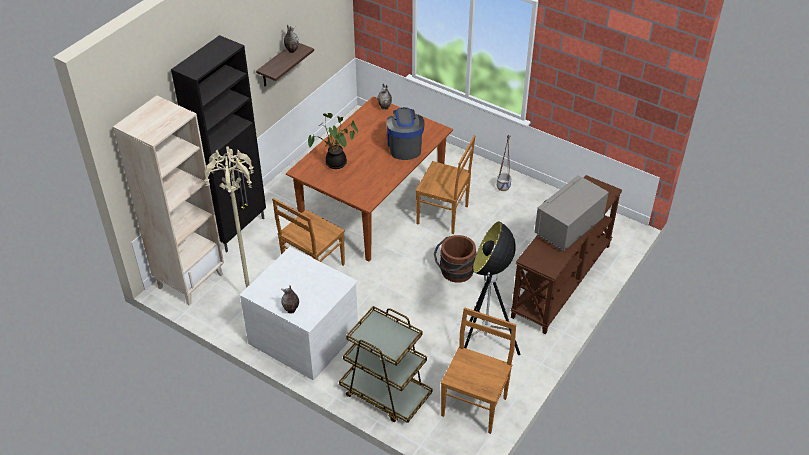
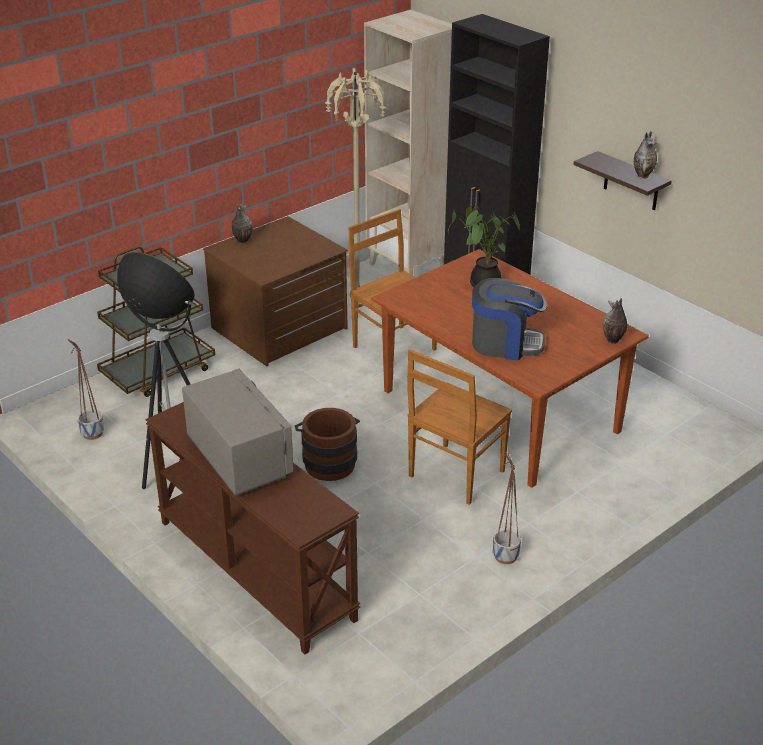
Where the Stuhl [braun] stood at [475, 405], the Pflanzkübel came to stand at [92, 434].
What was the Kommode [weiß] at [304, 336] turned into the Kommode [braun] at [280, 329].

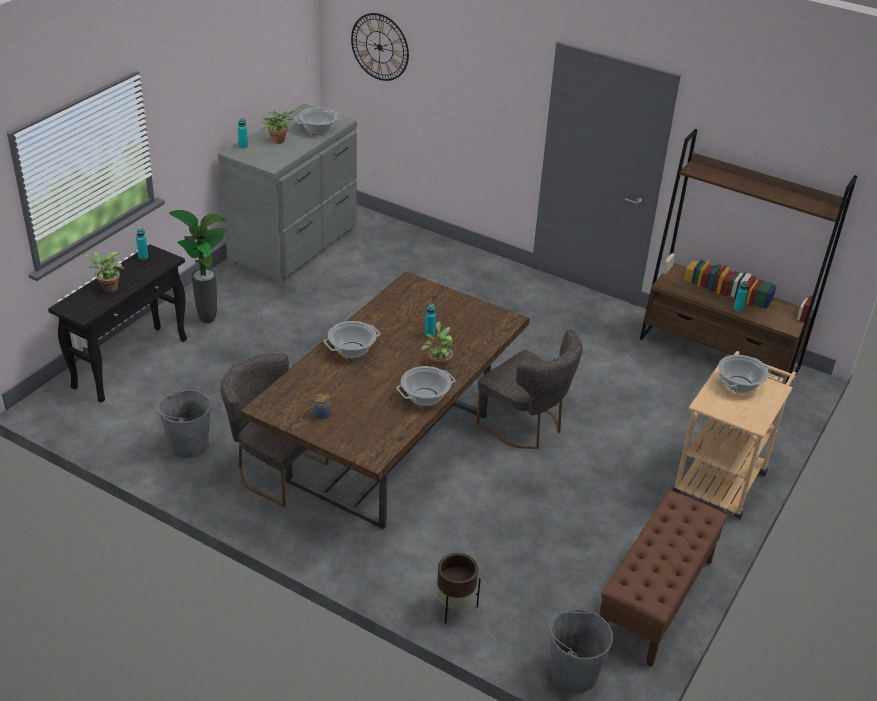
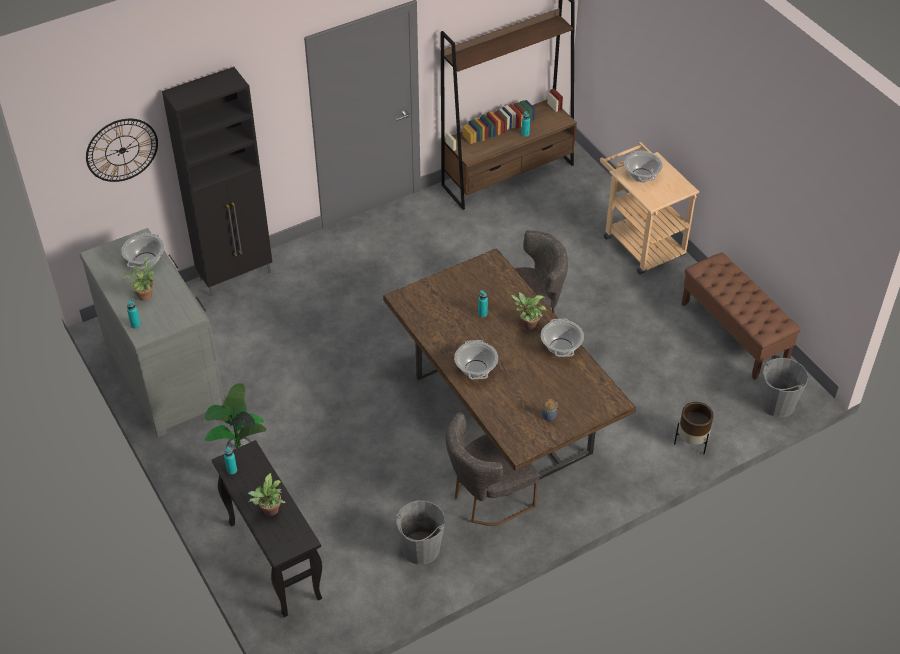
The second view gained the Schrank [schwarz] at [236, 276].

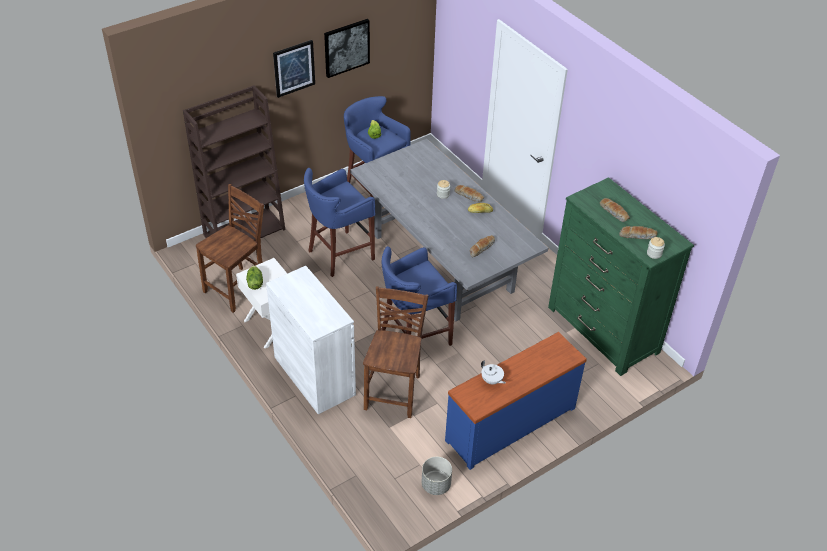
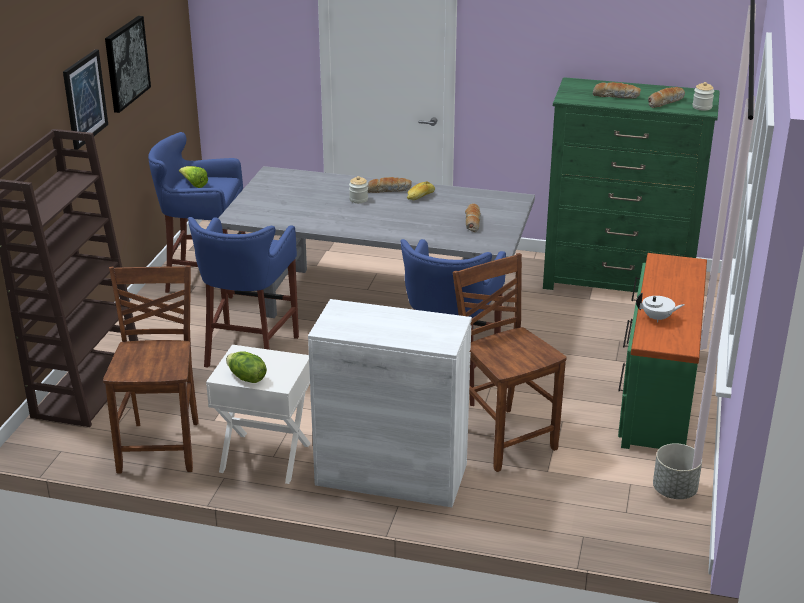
What was the Kommode [blau] at [509, 423] turned into the Kommode [grün] at [656, 396].

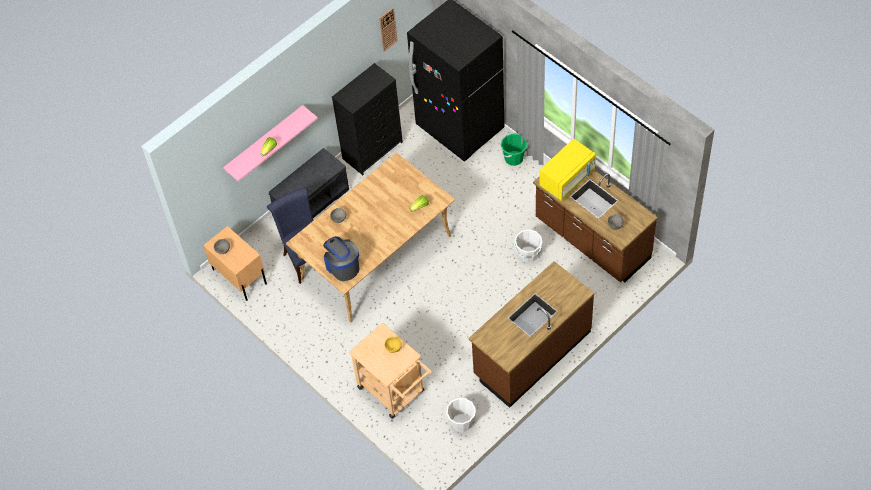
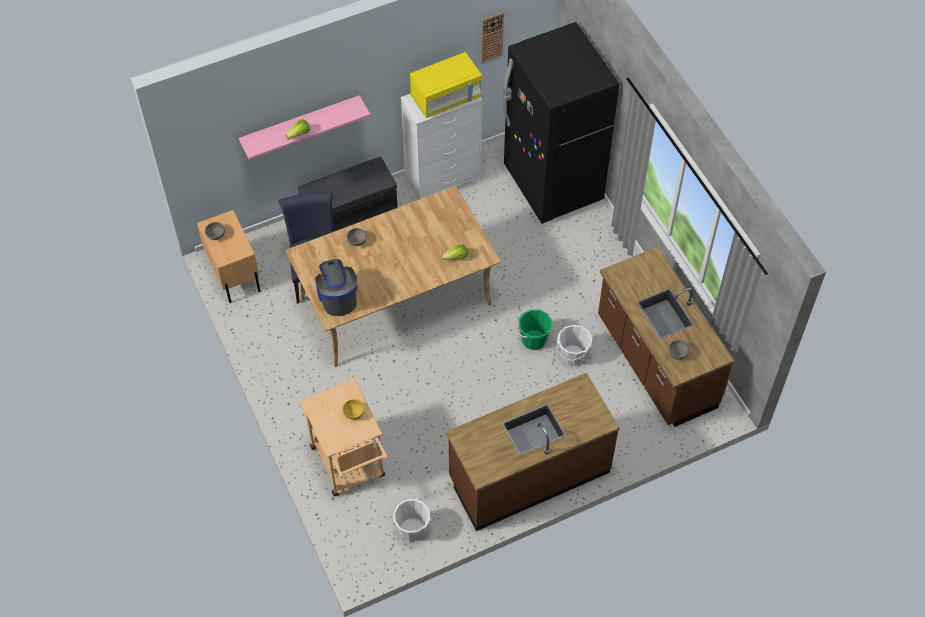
The Eimer [grün] ended up elsewhere, having gone from [513, 158] to [534, 340].
The Mikrowelle [gelb] ended up elsewhere, having gone from [567, 179] to [446, 98].
What was the Kommode [schwarz] at [373, 150] turned into the Kommode [weiß] at [443, 178].

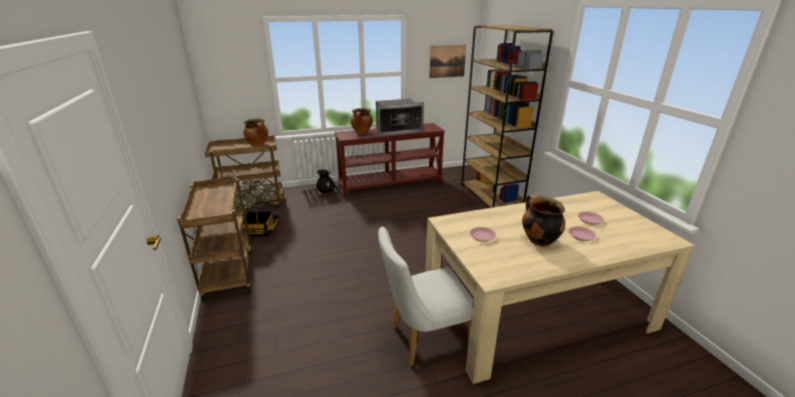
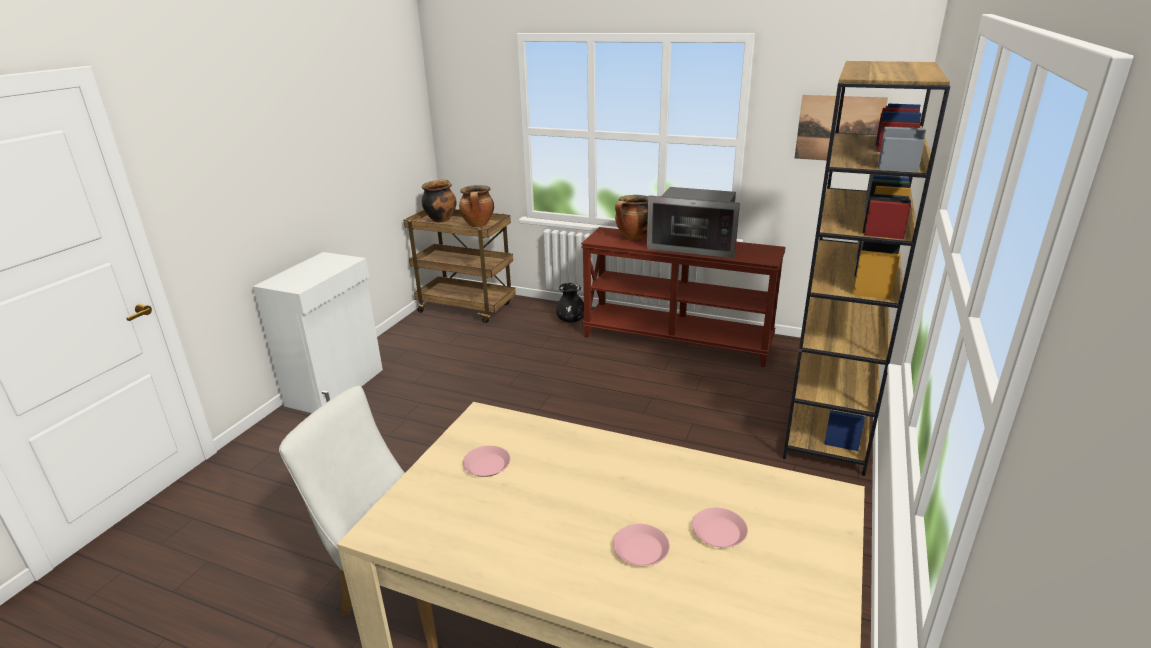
The second view lost the Topfpflanze at [259, 230].
The Kochtopf ended up elsewhere, having gone from [538, 240] to [441, 219].
Where the Rollwagen [braun] stood at [228, 273], the Schrank [weiß] came to stand at [337, 387].

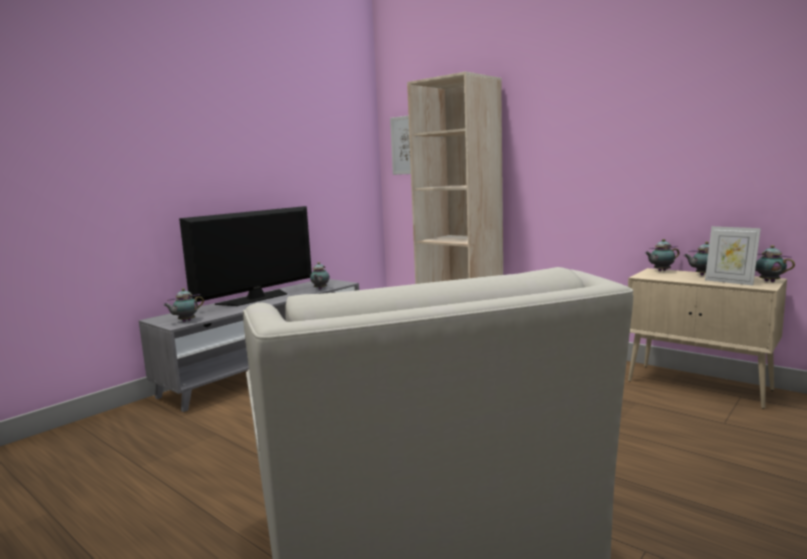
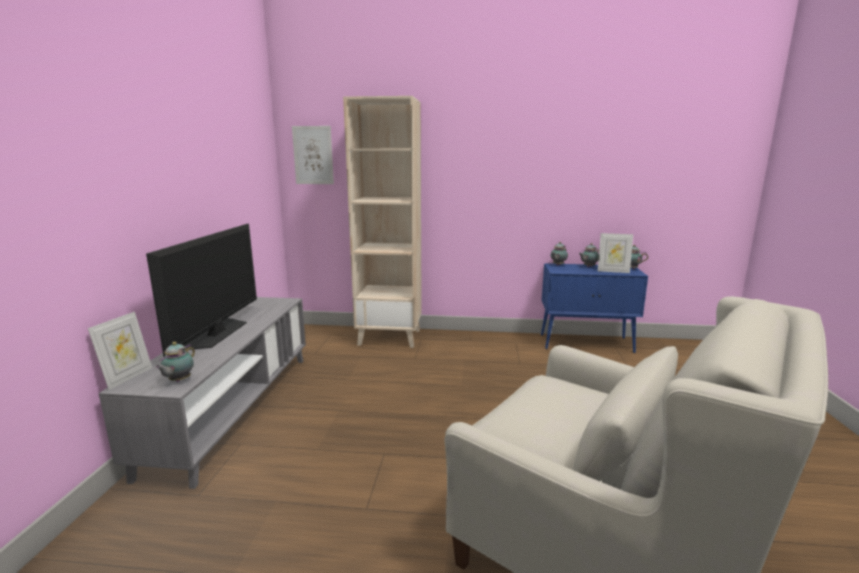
The second view lost the Teekanne at [320, 289].
The second view gained the Bilderrahmen at [127, 377].
What was the Schrank [beige] at [700, 385] turned into the Schrank [blau] at [586, 343].

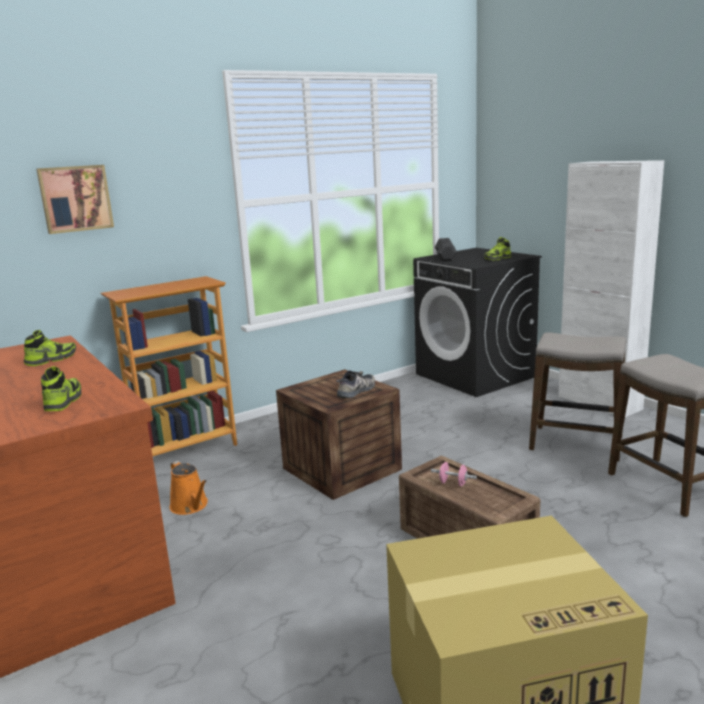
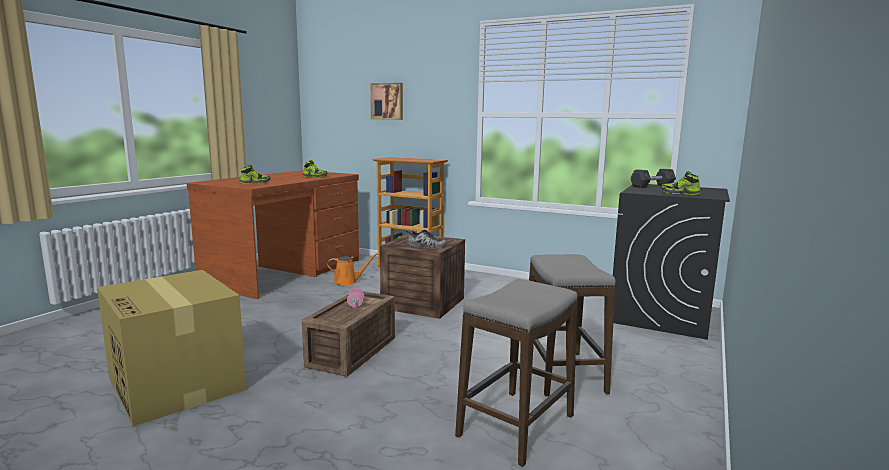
The second view lost the Schrank [weiß] at [599, 403].
The Gießkanne [orange] at [190, 506] ended up facing another way, 120 degrees counterclockwise from before.

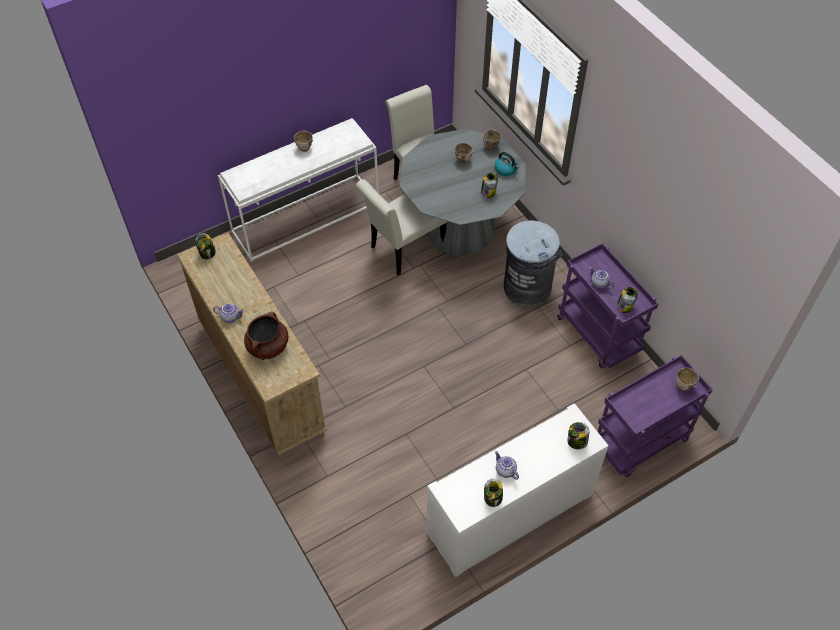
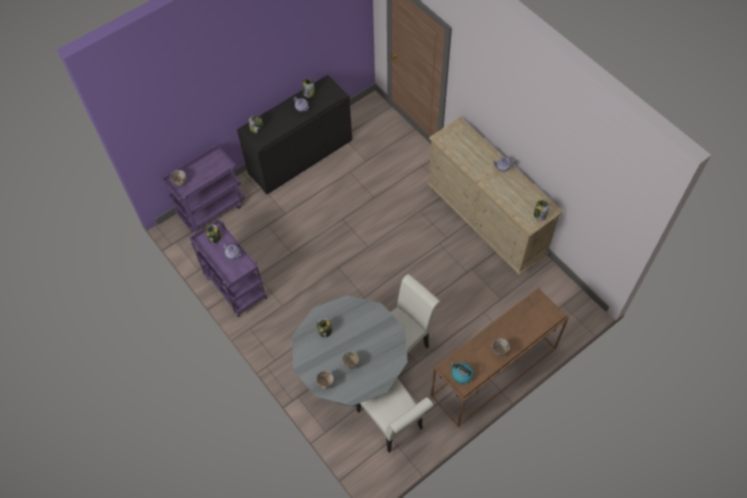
The second view lost the Kochtopf [braun] at [268, 347].
The second view lost the Mülleimer [grau] at [527, 287].
The Wasserkessel ended up elsewhere, having gone from [506, 169] to [461, 375].
What was the Konsolentisch [weiß] at [306, 216] turned into the Konsolentisch [braun] at [494, 373].
What was the Schrank [weiß] at [510, 514] turned into the Schrank [schwarz] at [300, 157].

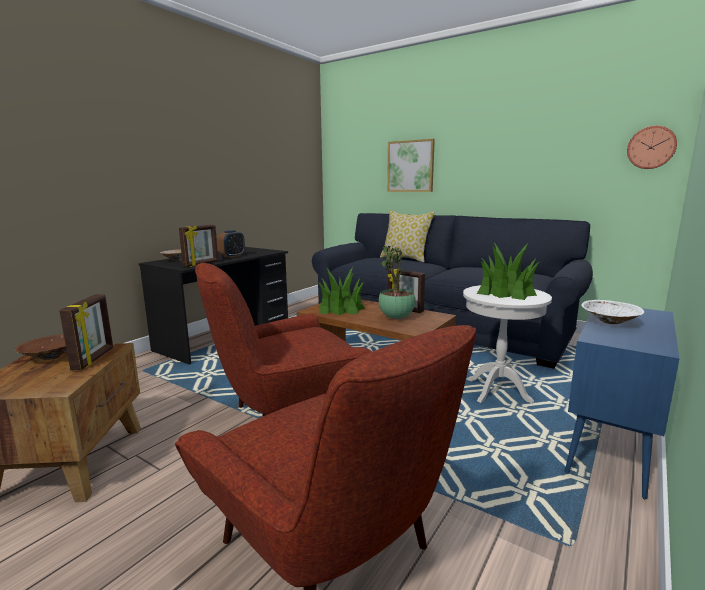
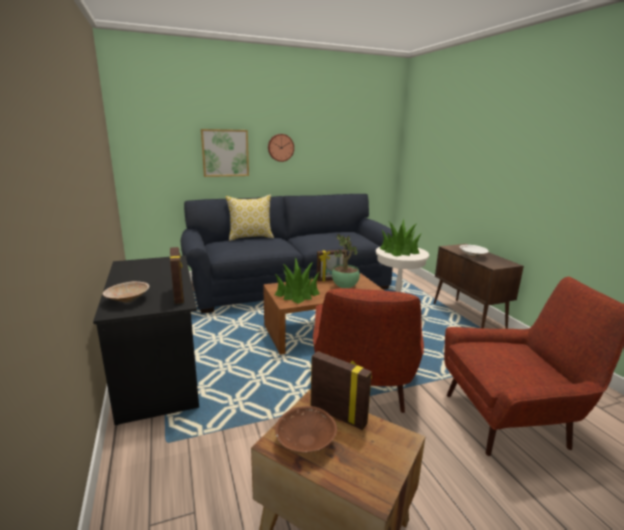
The second view lost the Wecker at [232, 256].
The Wanduhr ended up elsewhere, having gone from [651, 147] to [280, 147].
What was the Schrank [blau] at [610, 447] turned into the Schrank [braun] at [468, 316].

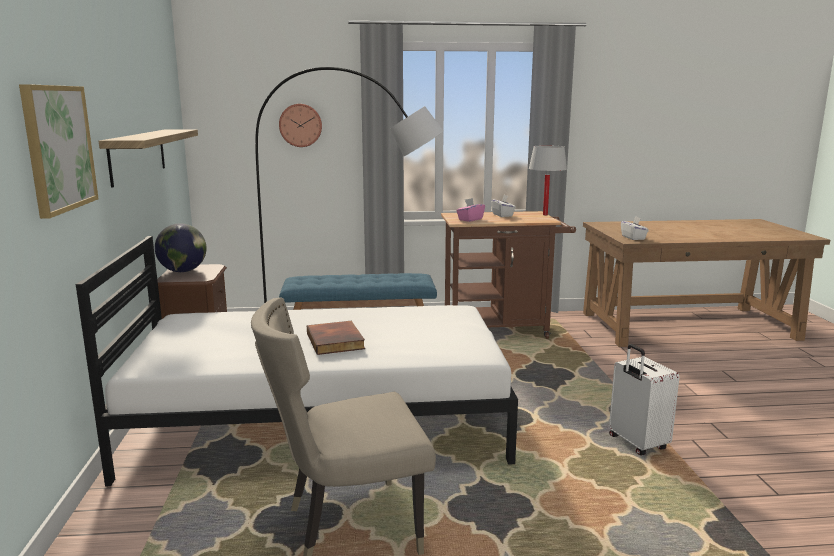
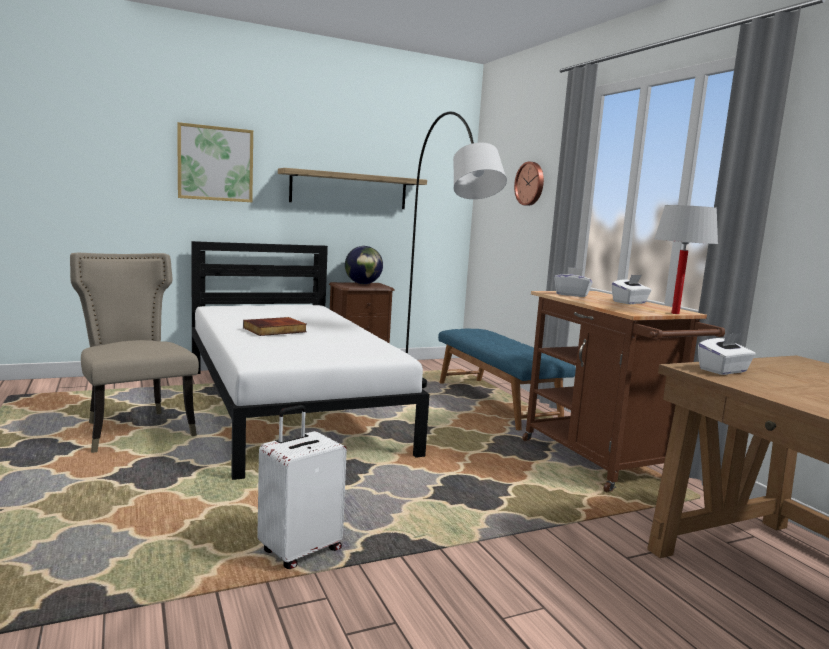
What was the Taschentuchbox [rosa] at [470, 219] turned into the Taschentuchbox [weiß] at [572, 295].

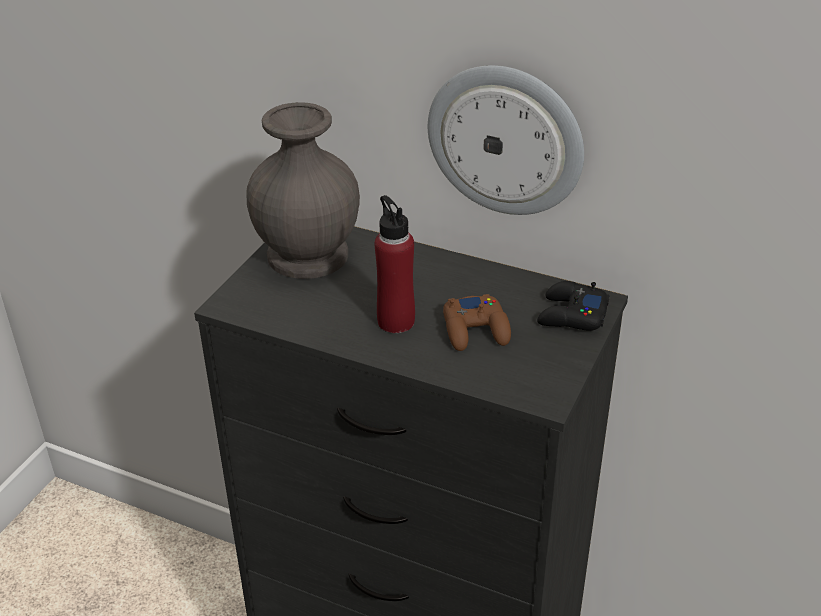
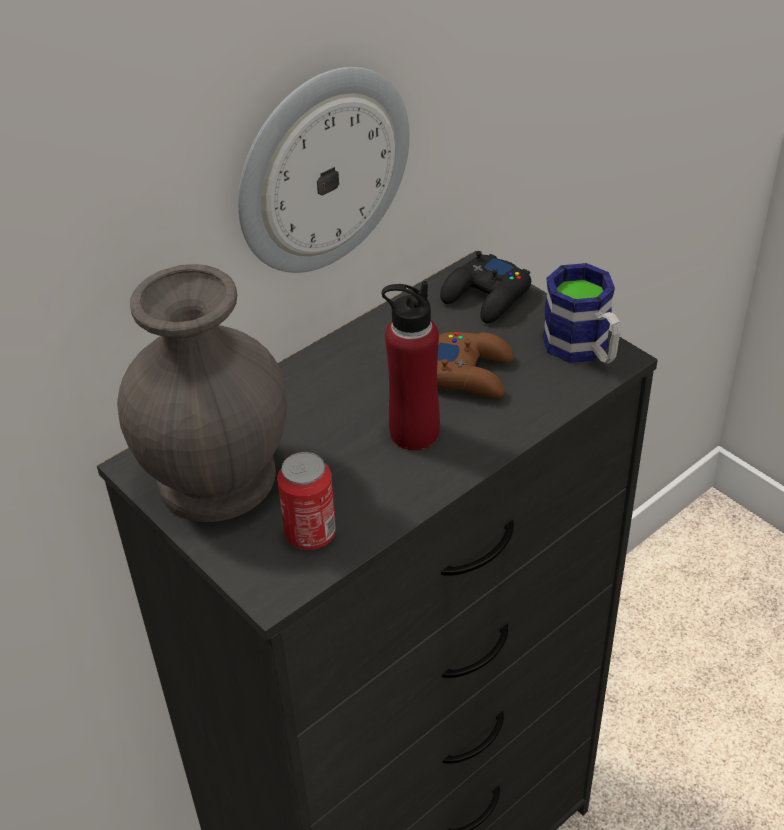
The second view gained the Dose at [310, 534].
The second view gained the Henkelbecher at [583, 350].

